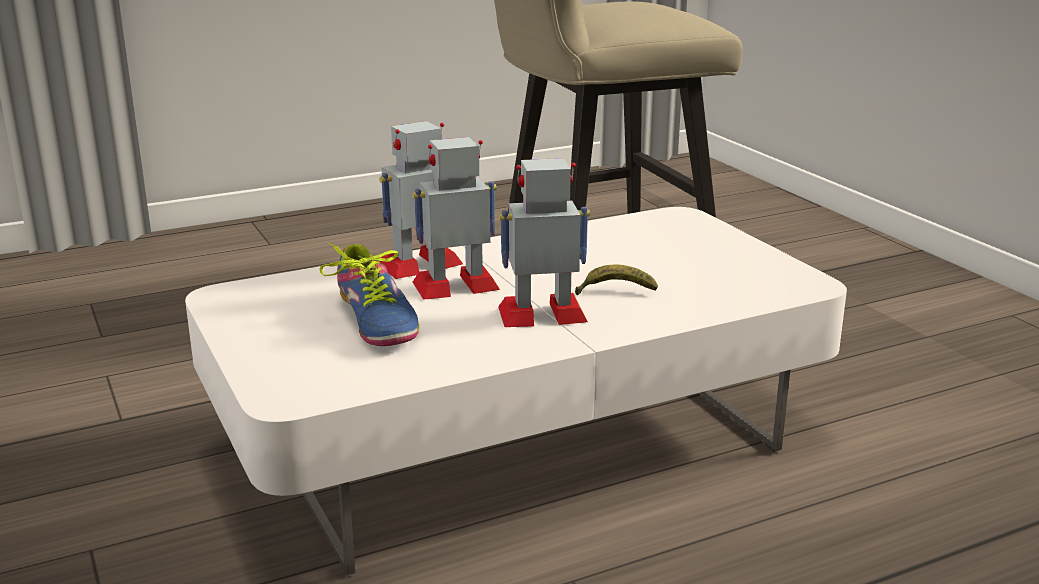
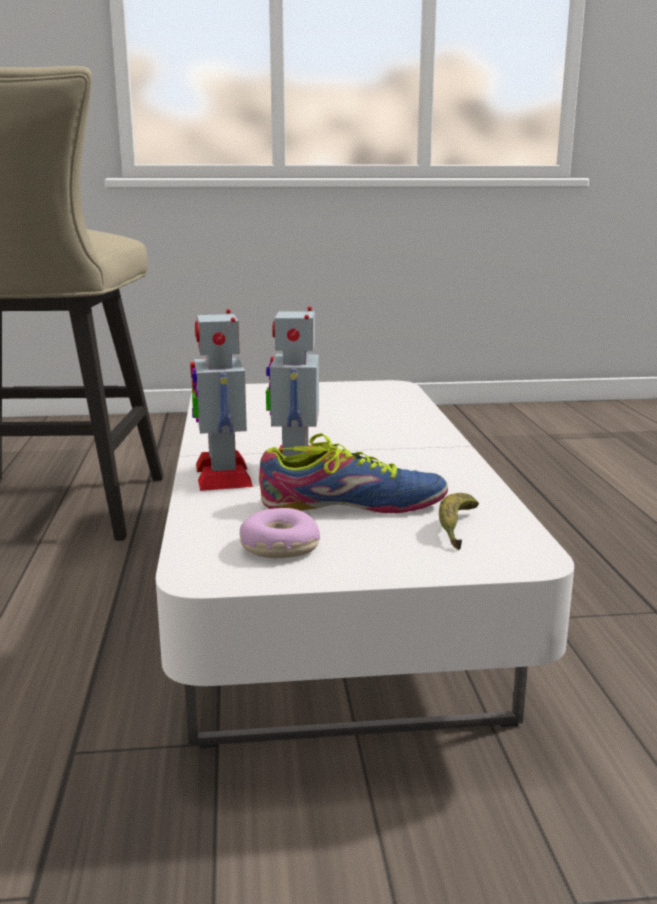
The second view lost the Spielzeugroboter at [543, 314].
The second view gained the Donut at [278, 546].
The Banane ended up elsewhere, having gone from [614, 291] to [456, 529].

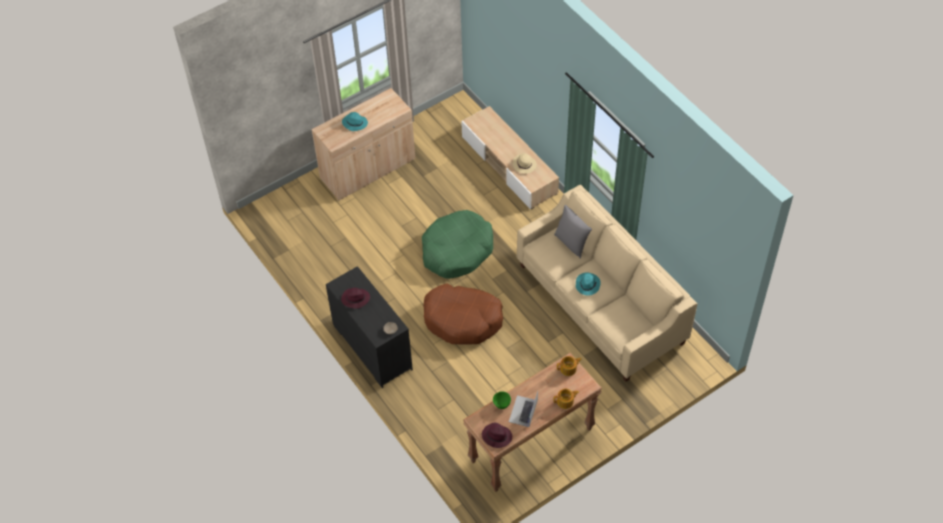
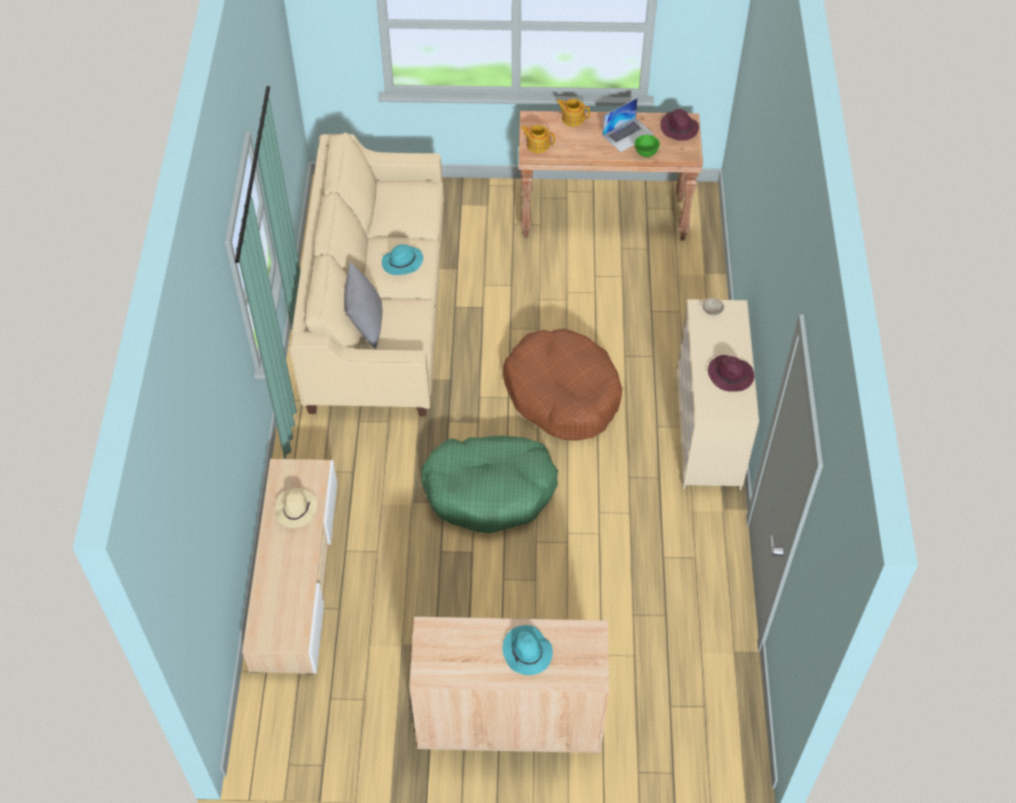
What was the Kommode [schwarz] at [371, 347] turned into the Kommode [beige] at [708, 429].

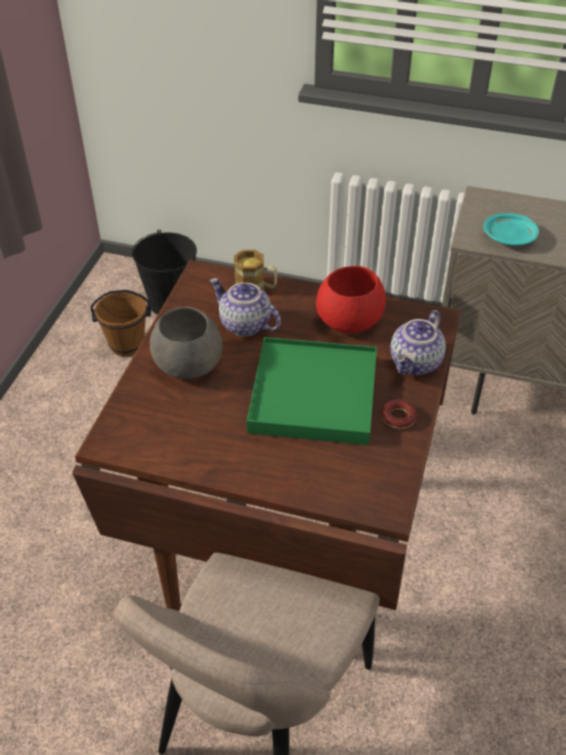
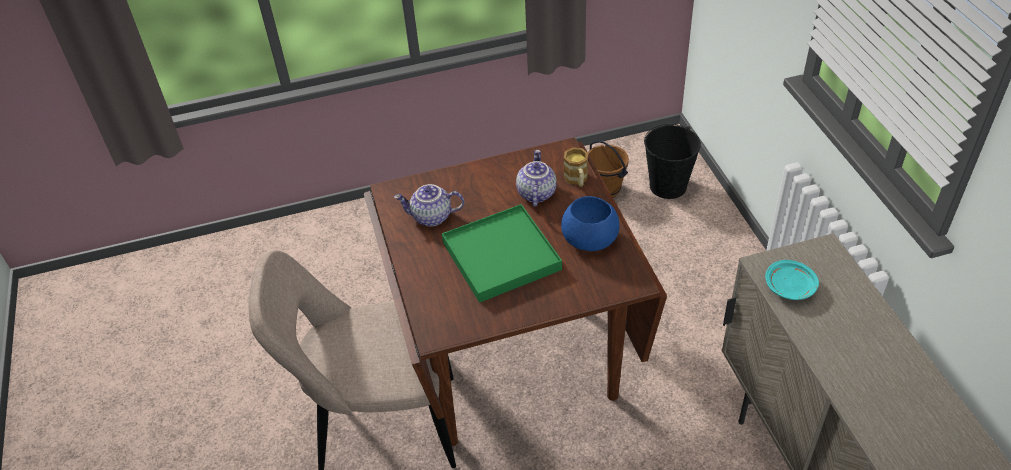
The second view lost the Schüssel [grau] at [188, 364].
The second view lost the Donut at [398, 417].
The Teekanne ended up elsewhere, having gone from [416, 363] to [431, 217].
What was the Schüssel [rot] at [350, 319] turned into the Schüssel [blau] at [591, 239].

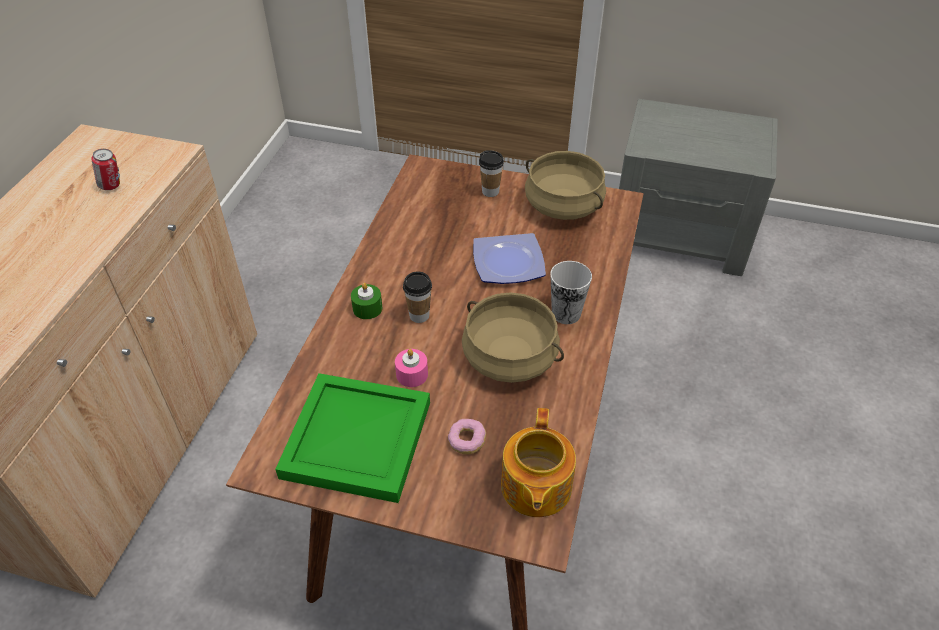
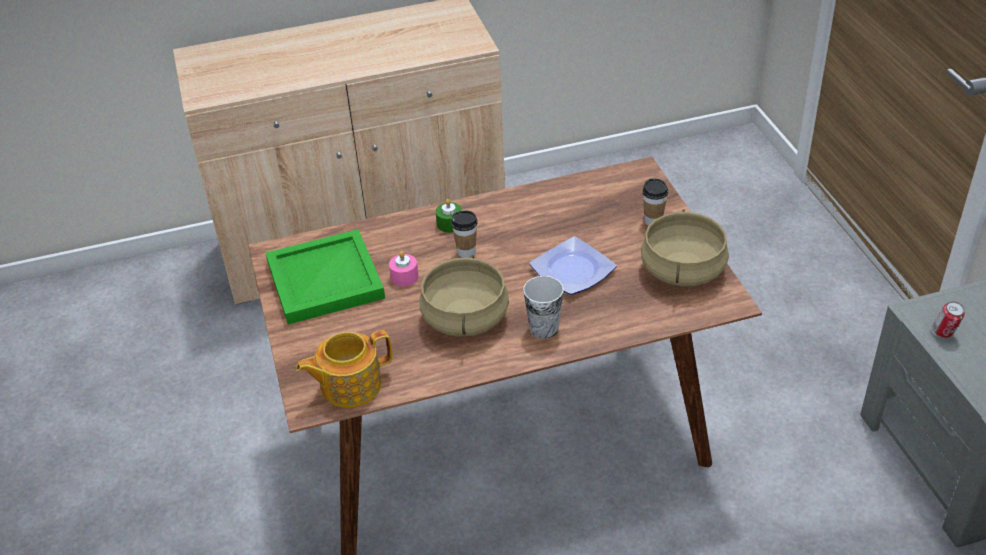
The second view lost the Donut at [467, 441].
The Dose ended up elsewhere, having gone from [112, 186] to [944, 333].

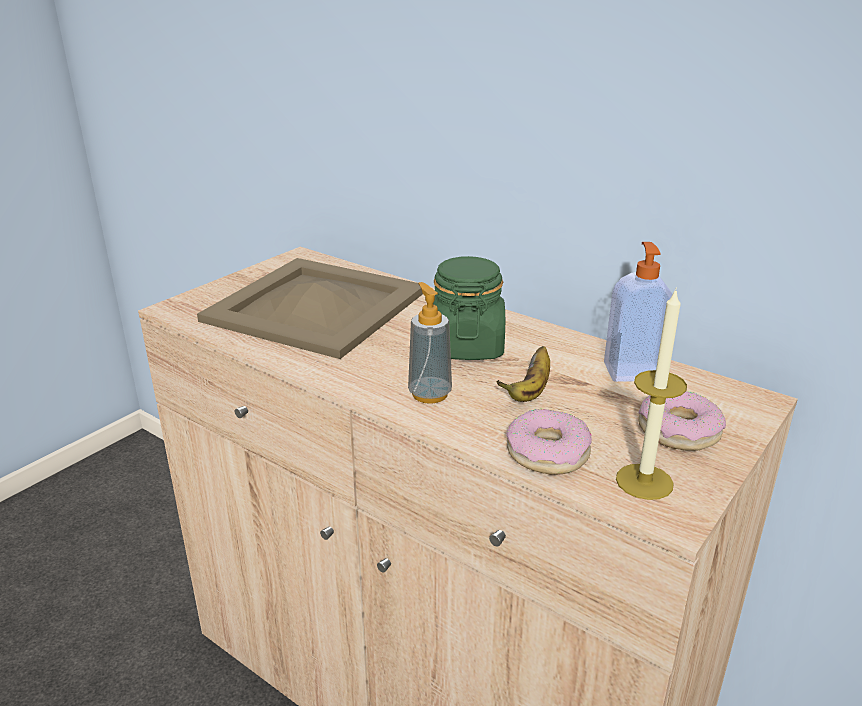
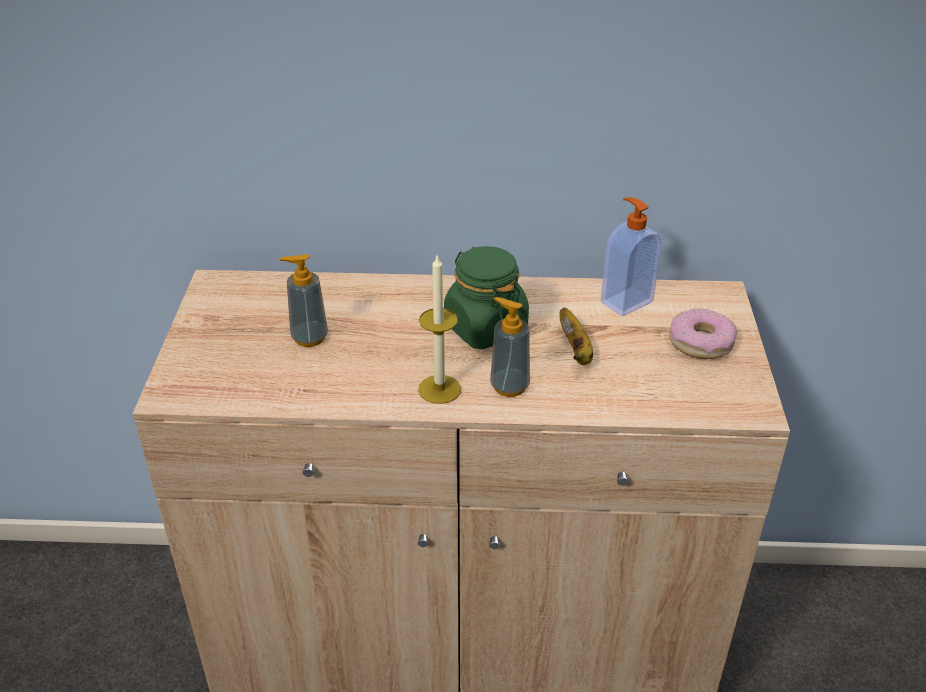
The second view lost the Donut at [548, 453].
The Kerze ended up elsewhere, having gone from [644, 481] to [439, 389].
Where the Tablett [beige] stood at [316, 307], the Seifenspender came to stand at [309, 337].

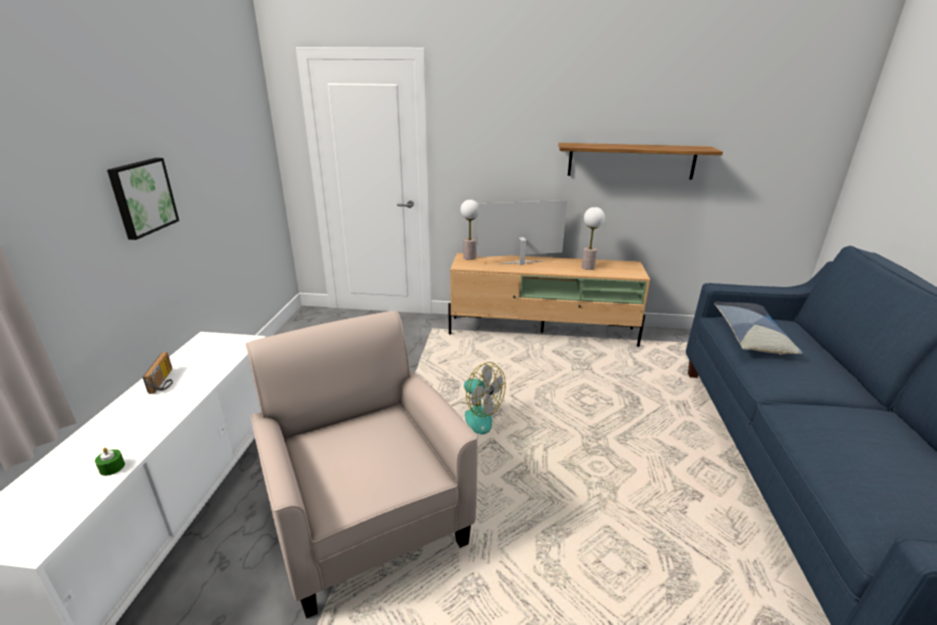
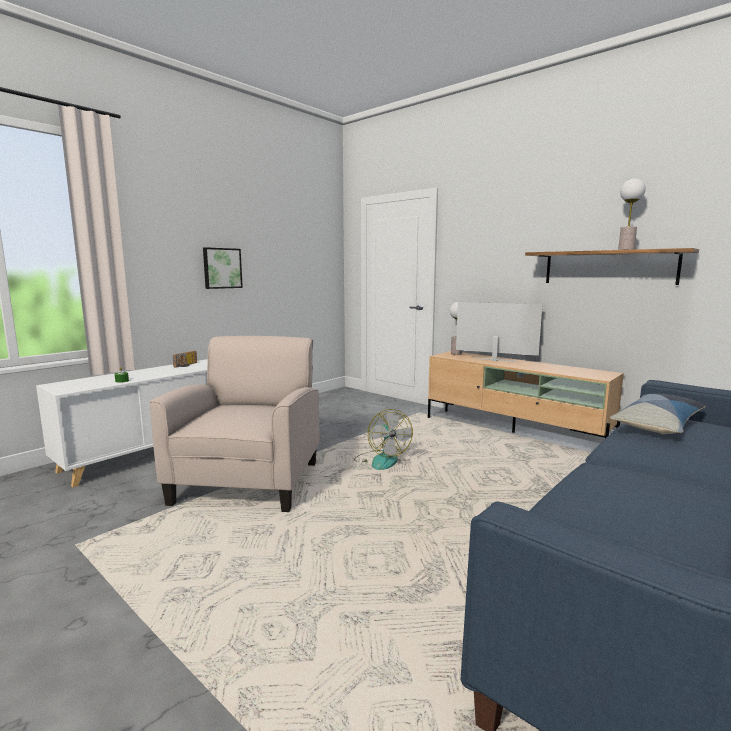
The Tischlampe ended up elsewhere, having gone from [588, 267] to [626, 250].

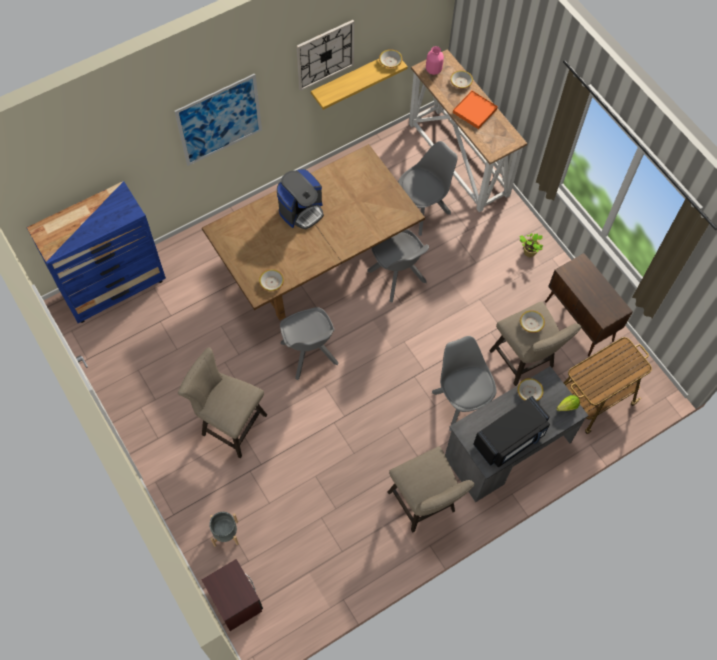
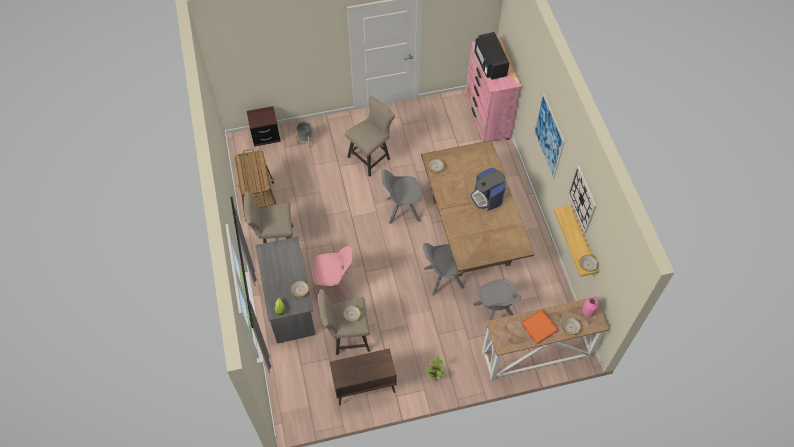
The Mikrowelle [schwarz] ended up elsewhere, having gone from [510, 439] to [490, 64].
The Rollwagen ended up elsewhere, having gone from [593, 399] to [259, 200].
What was the Kommode [blau] at [115, 287] turned into the Kommode [rosa] at [487, 119].
What was the Stuhl [grau] at [461, 401] turned into the Stuhl [rosa] at [334, 286].

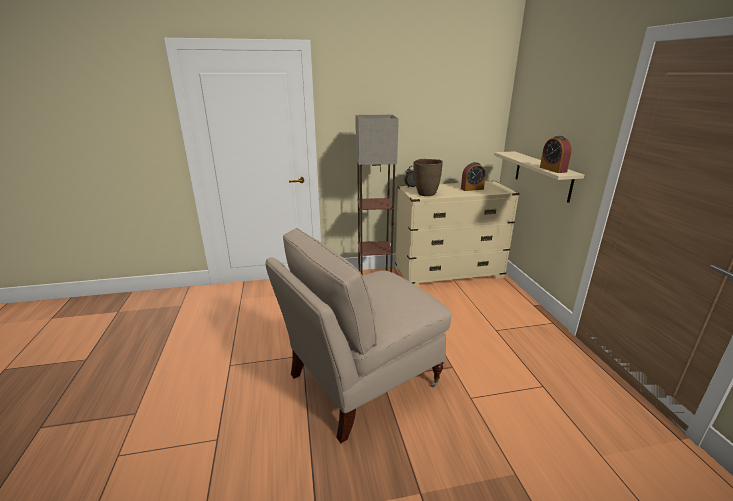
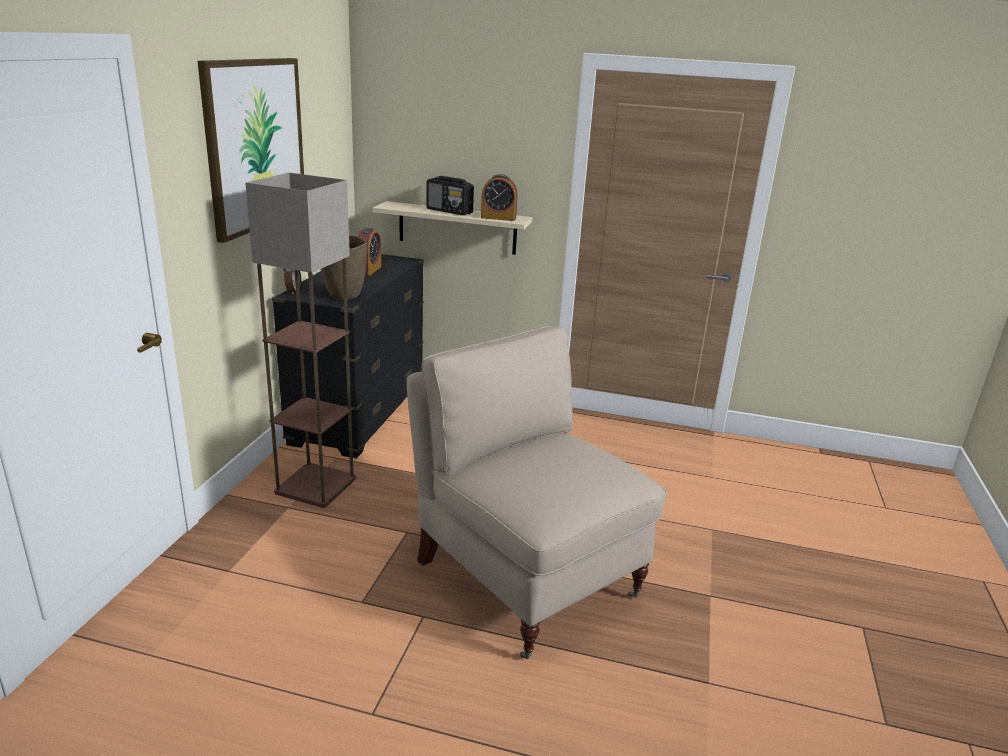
The second view gained the Bild at [255, 145].
The second view gained the Radio at [449, 211].
What was the Kommode [beige] at [448, 273] turned into the Kommode [schwarz] at [359, 414].
The Stuhl [beige] at [361, 381] ended up facing another way, 150 degrees clockwise from before.

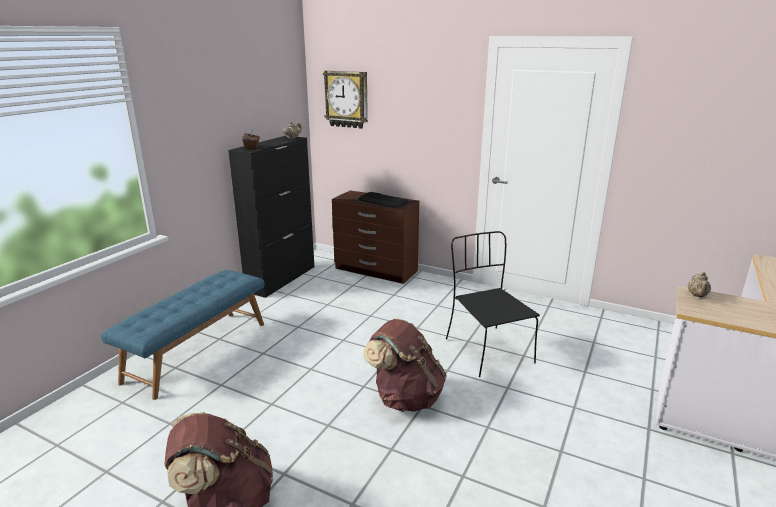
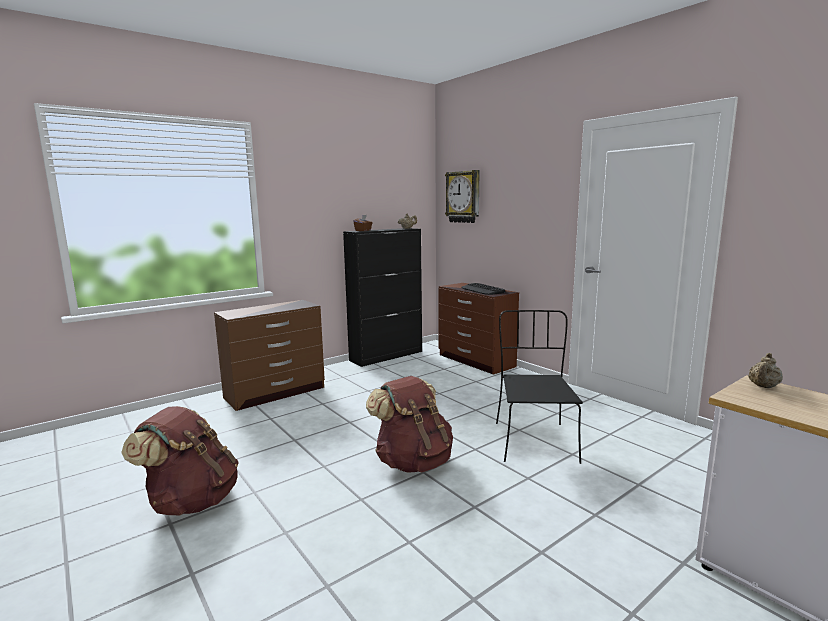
Where the Bank [blau] stood at [197, 351], the Kommode [braun] came to stand at [276, 393].

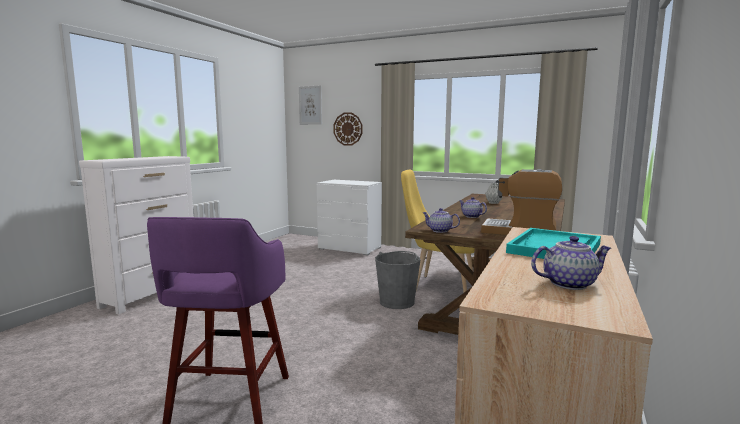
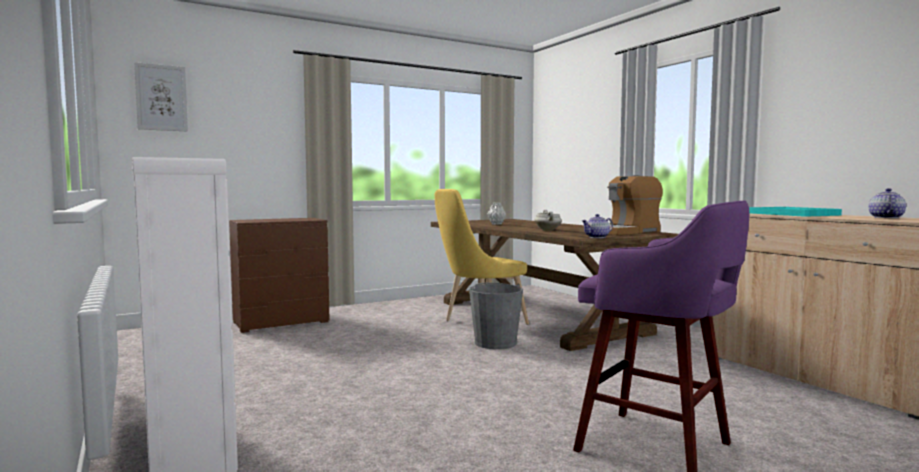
The second view lost the Wanduhr at [348, 129].
Where the Teekanne stood at [471, 216], the Kochtopf [weiß] came to stand at [548, 230].
What was the Kommode [weiß] at [350, 248] turned into the Kommode [braun] at [281, 322].

